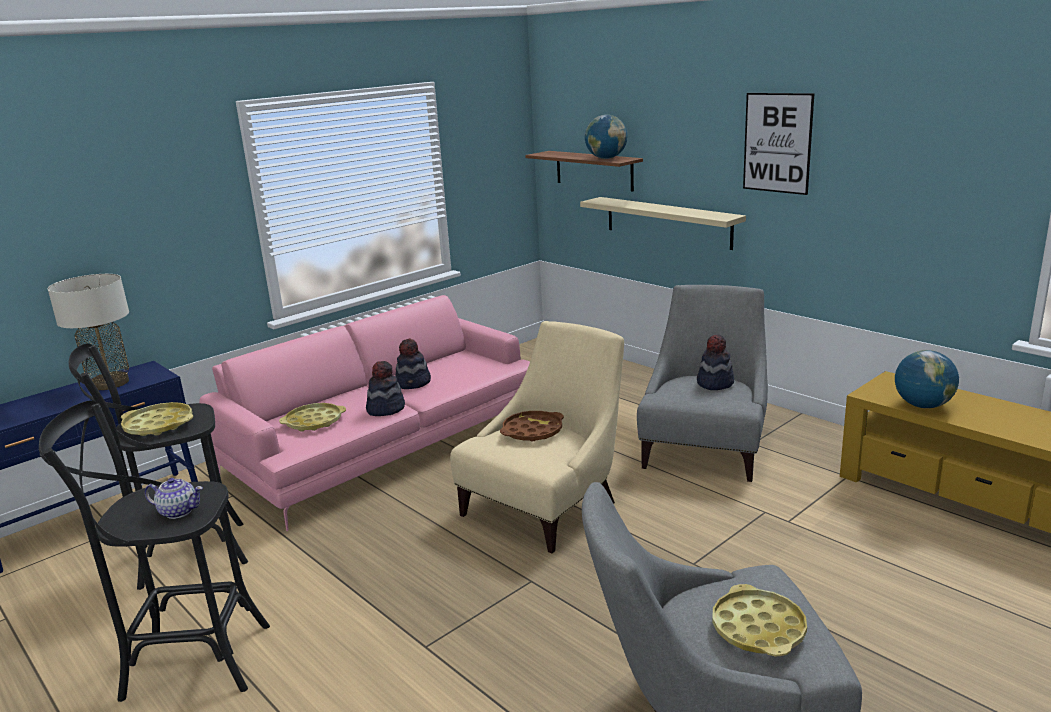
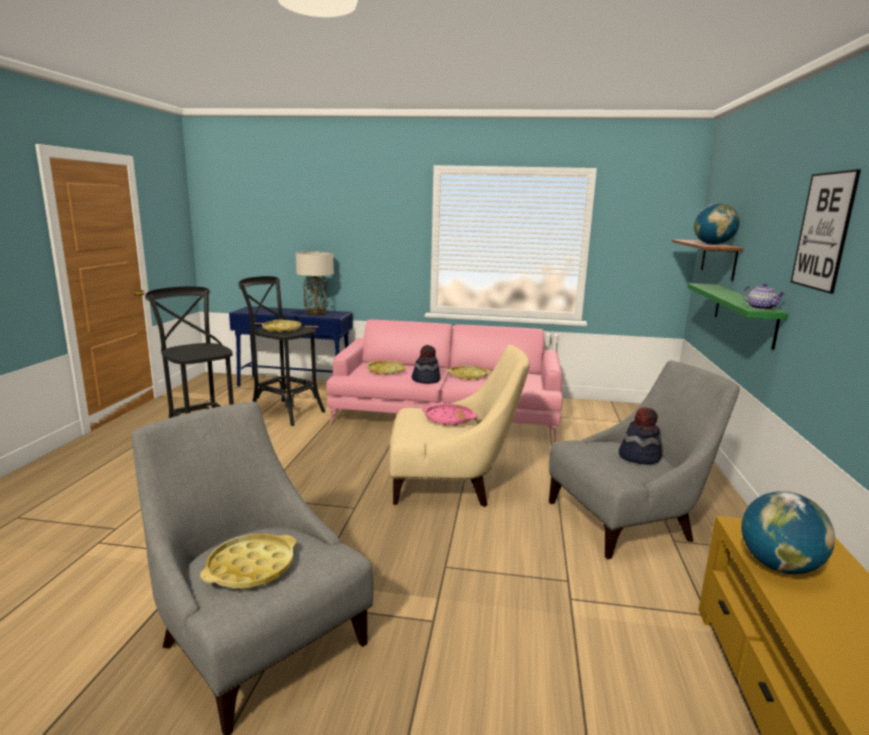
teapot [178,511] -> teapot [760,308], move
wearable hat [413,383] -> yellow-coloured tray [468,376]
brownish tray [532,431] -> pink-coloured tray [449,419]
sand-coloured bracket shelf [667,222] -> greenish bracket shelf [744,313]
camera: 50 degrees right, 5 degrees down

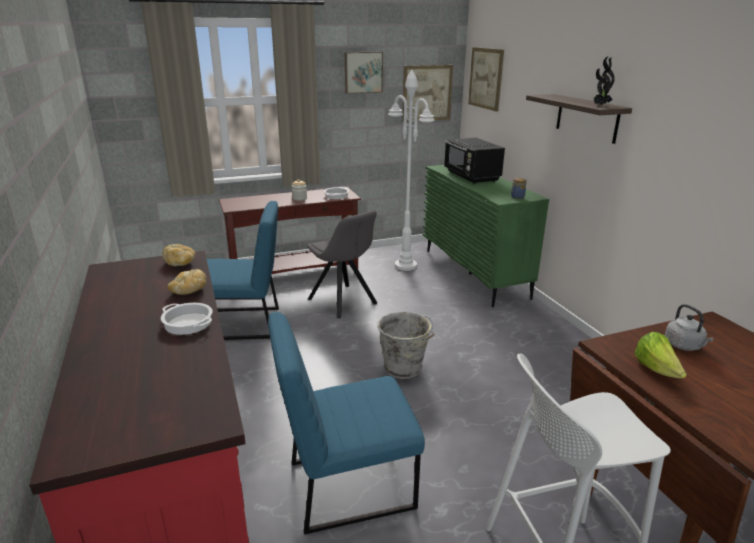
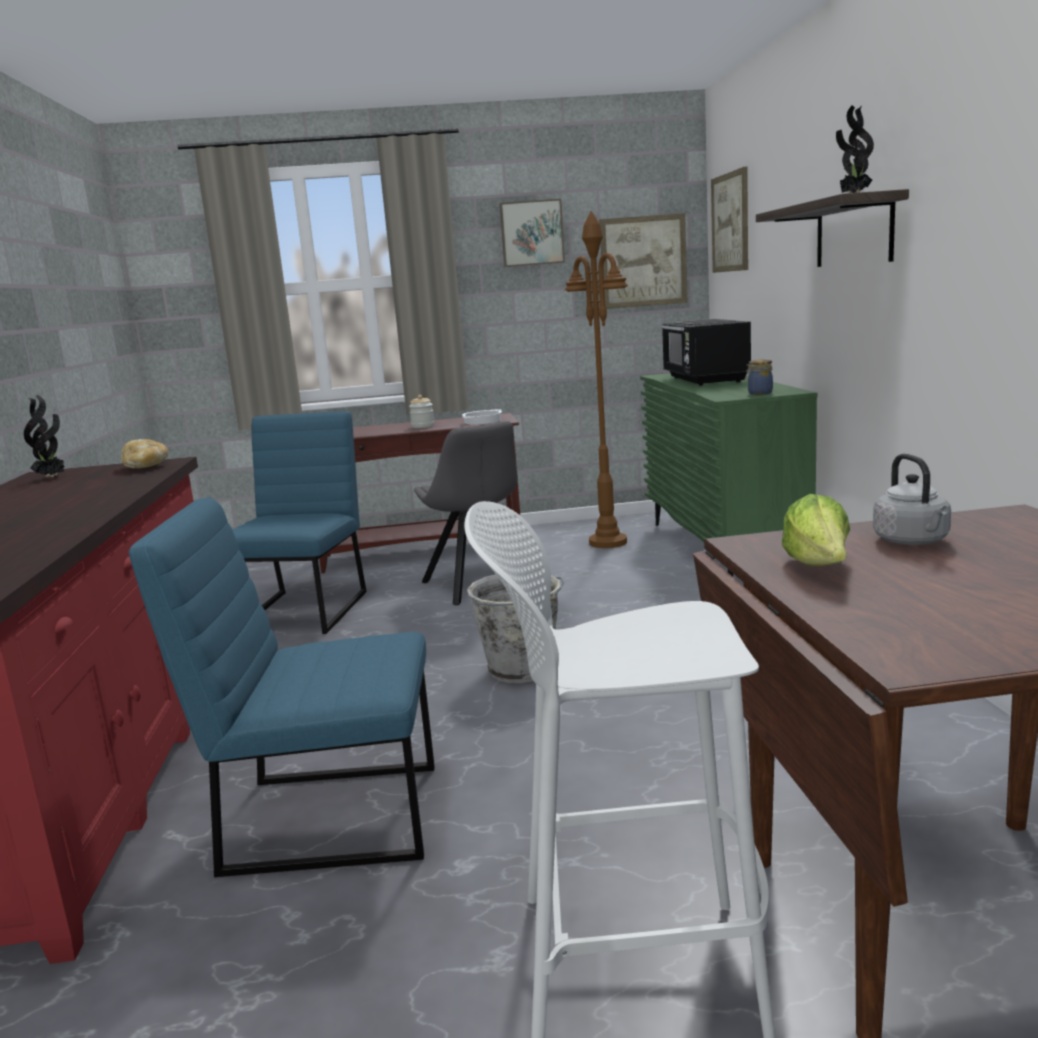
saucepot [189,323] -> none
bread [189,291] -> none
none -> plant in a pot [52,477]
white-coloured standard lamp [406,266] -> brownish standard lamp [608,542]
blue-coloured upright chair [243,324] -> blue-coloured upright chair [305,610], 90 degrees counterclockwise
camera: 15 degrees right, 10 degrees down

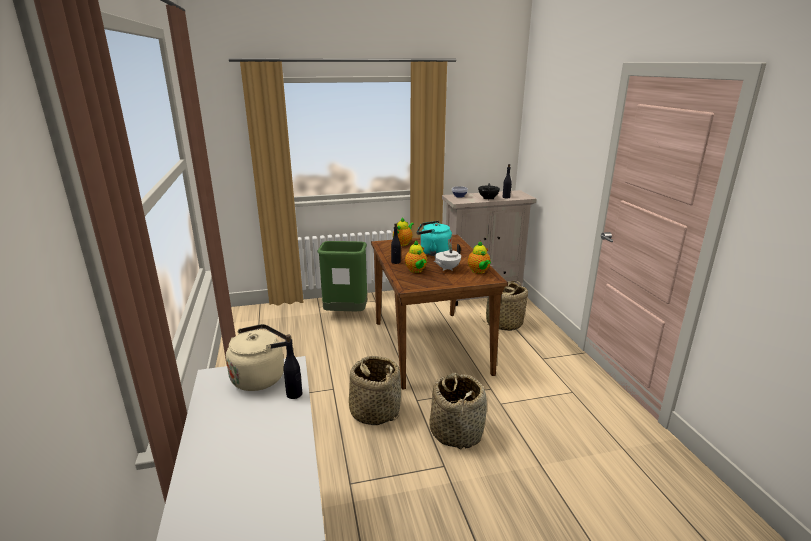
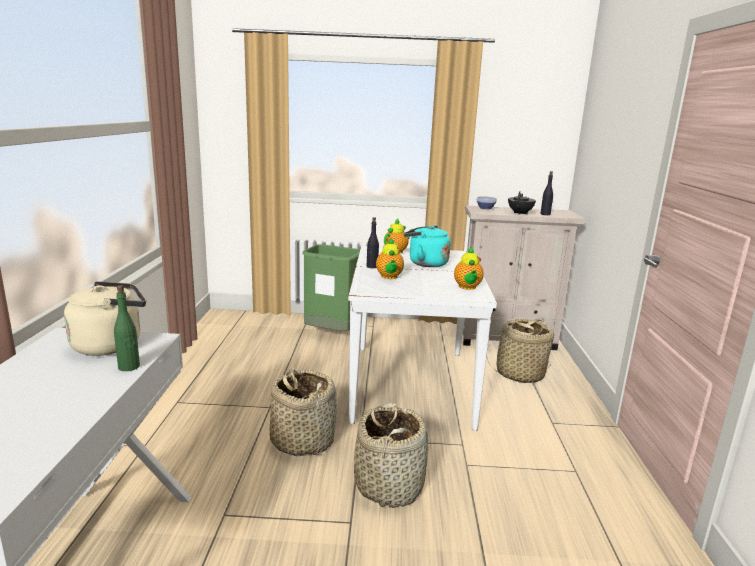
white-coloured teapot [447,268] -> none
black bottle [294,394] -> greenish bottle [129,367]
brownish kitchen table [430,346] -> white-coloured kitchen table [411,383]
camera: 15 degrees right, 5 degrees down

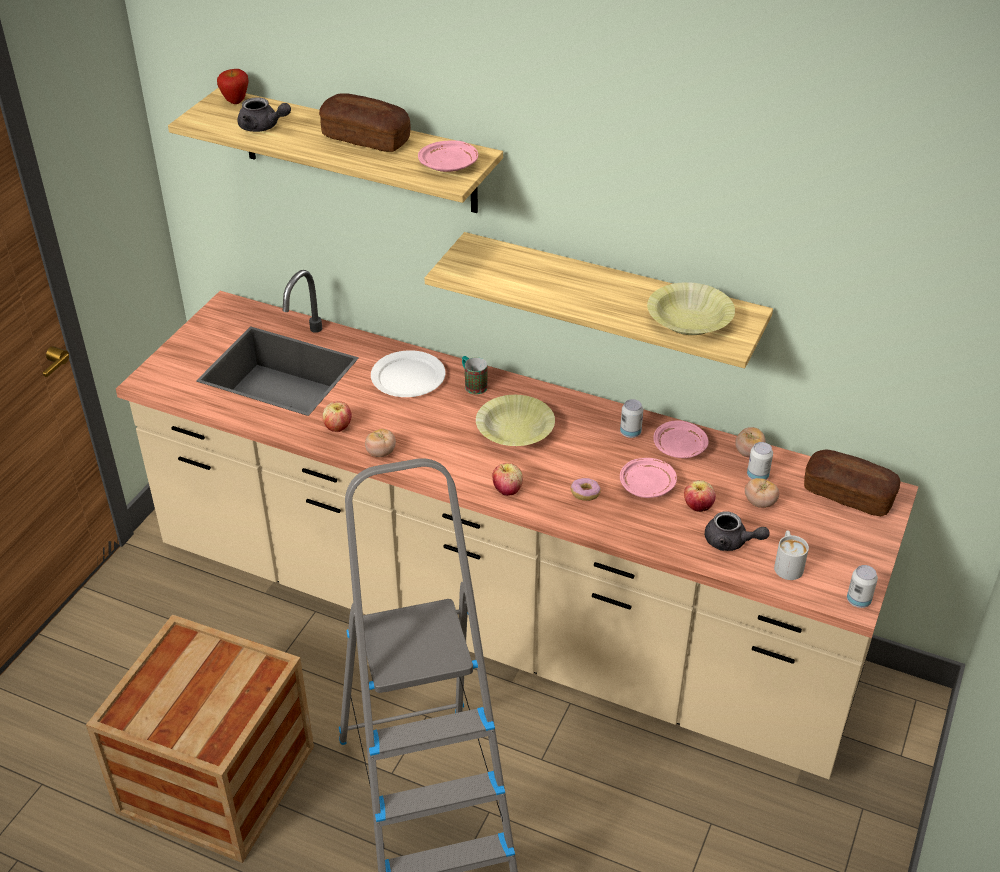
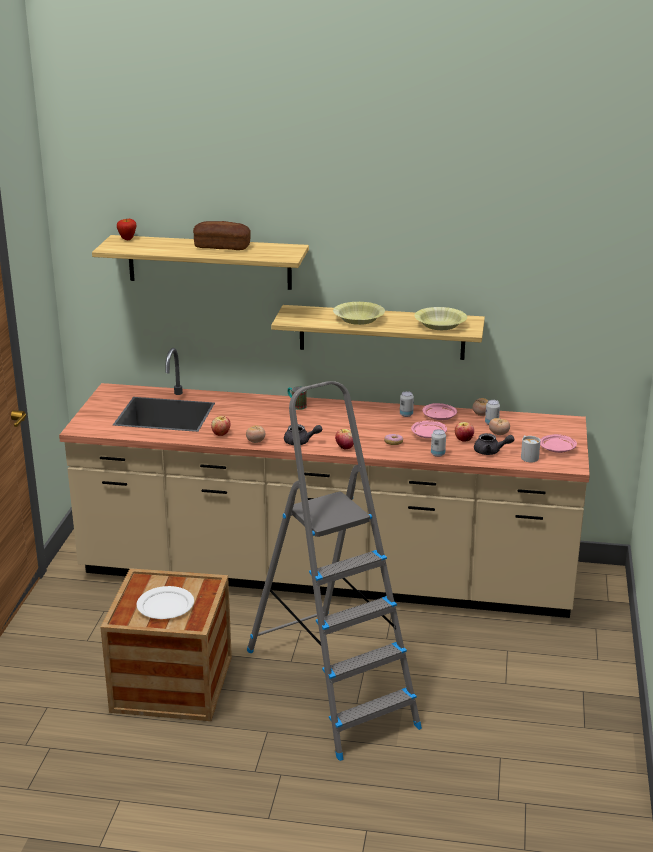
bread [848,495] -> none
gray teapot [263,127] -> gray teapot [300,442], move
white-coloured plate [408,378] -> white-coloured plate [165,606], move
pink-coloured plate [449,165] -> pink-coloured plate [557,449], move
yellow-coloured deep dish [515,431] -> yellow-coloured deep dish [358,320], move
metal can [858,601] -> metal can [437,454], move
camera: 15 degrees left, 15 degrees down

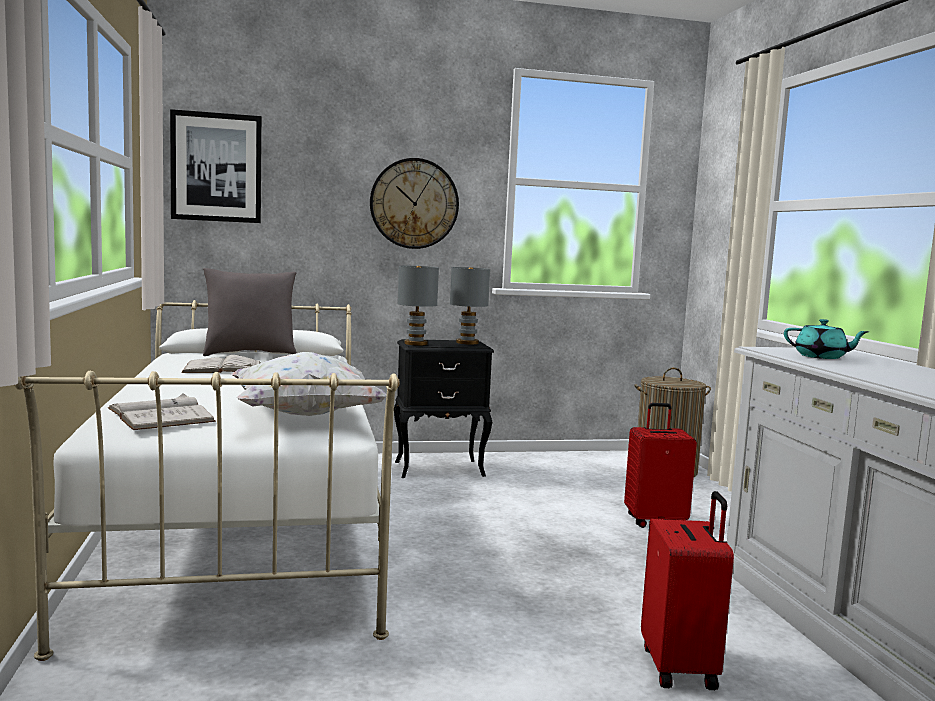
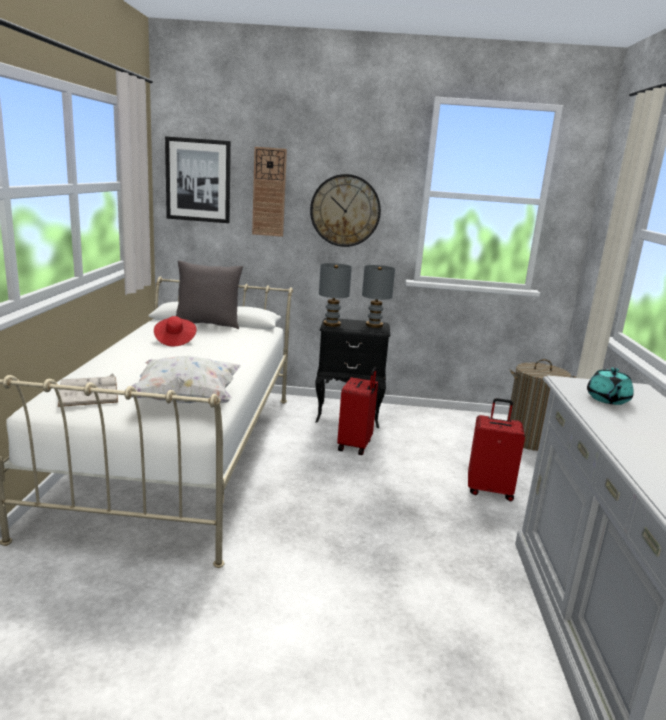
none -> wall clock [269,192]
red suitcase [681,667] -> red suitcase [356,445], move
white-coloured bound book [223,368] -> red wearable hat [174,340]
blue-green teapot [821,357] -> blue-green teapot [607,400], 60 degrees clockwise
camera: 15 degrees right, 10 degrees up

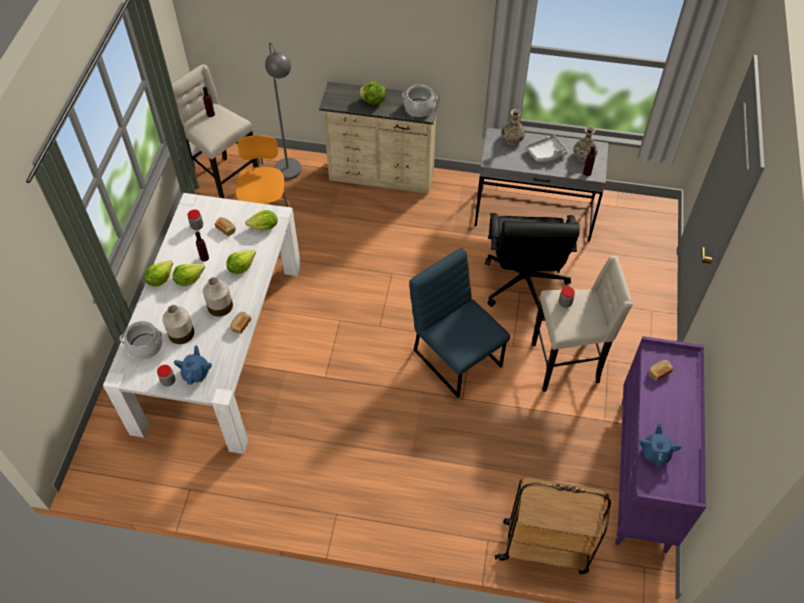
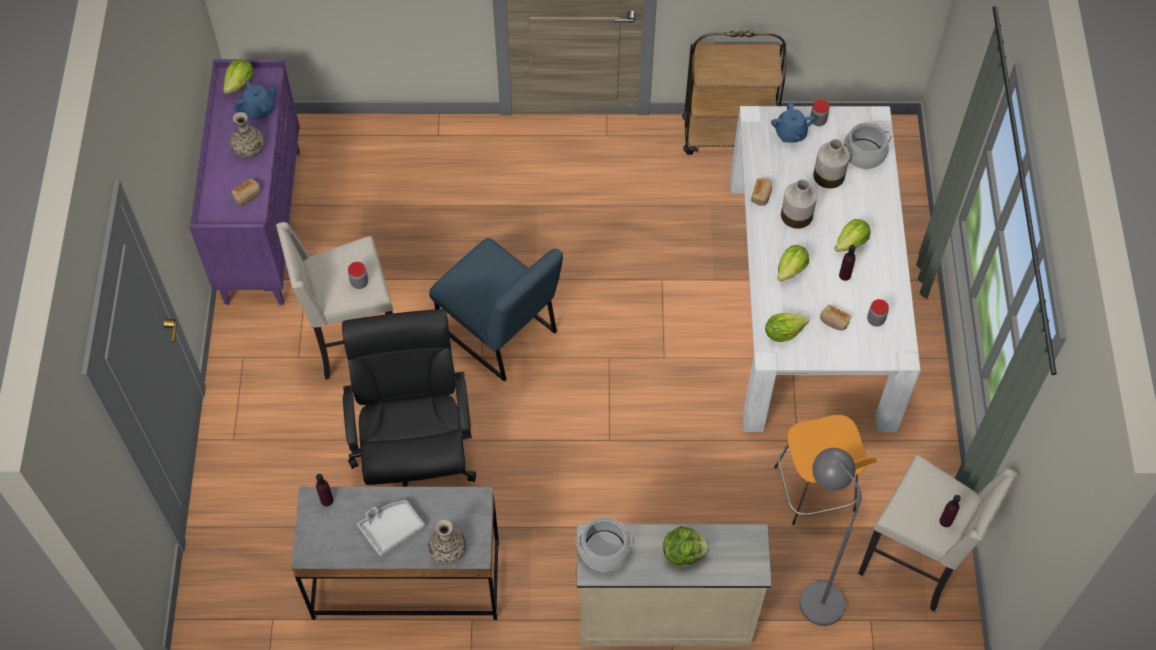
lettuce head [160,279] -> lettuce head [240,84], move
brownish trolley [545,548] -> brownish trolley [728,136], move
flower vase [584,156] -> flower vase [248,148], move
blue-coloured teapot [655,453] -> blue-coloured teapot [259,110], 120 degrees counterclockwise
camera: 170 degrees right, 5 degrees up

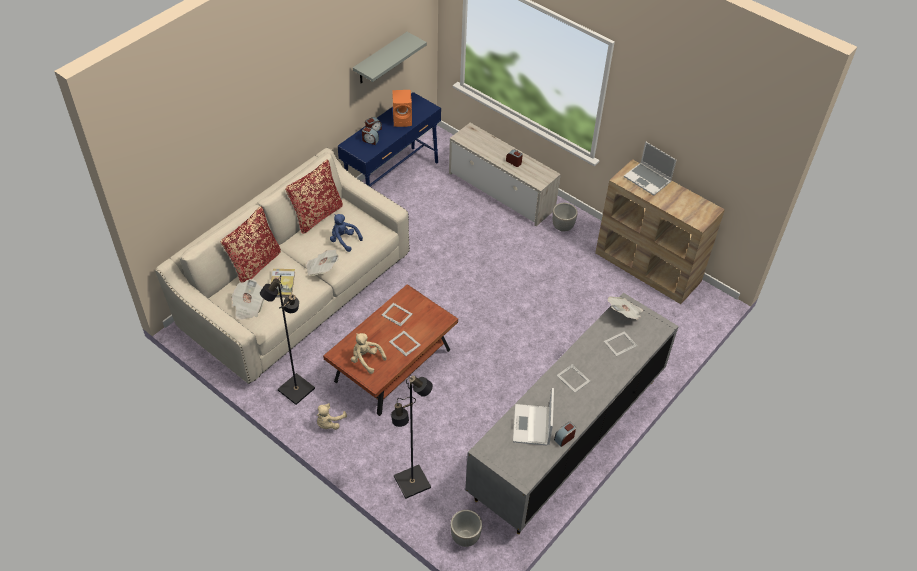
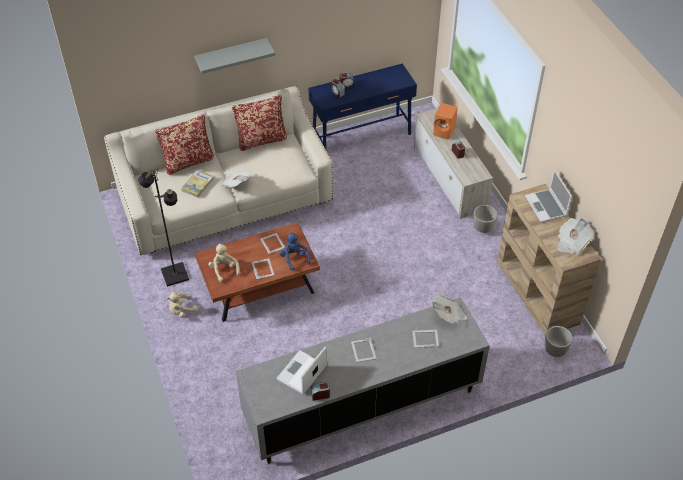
black standard lamp [412,482] -> none
newspaper [248,306] -> newspaper [571,242], move
blue-coloured plush toy [344,240] -> blue-coloured plush toy [294,258], move
gray bracket shelf [380,59] -> gray bracket shelf [231,55], move
orange-coloured speaker [403,120] -> orange-coloured speaker [444,132], move
plant pot [465,537] -> plant pot [554,350], move
camera: 30 degrees right, 0 degrees up

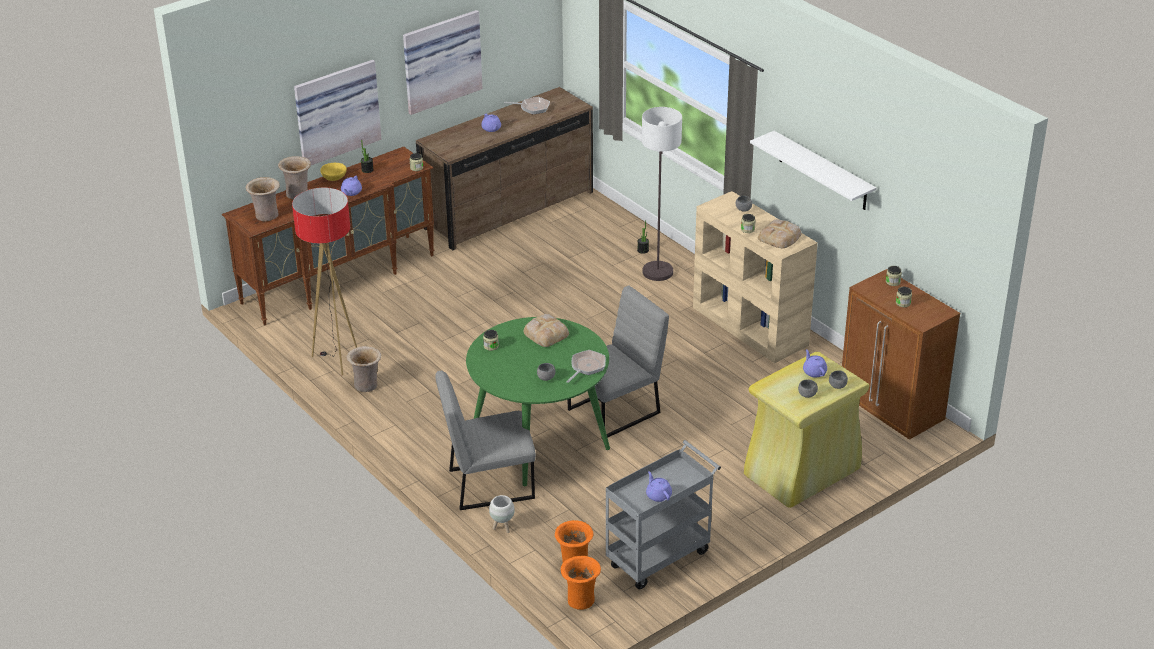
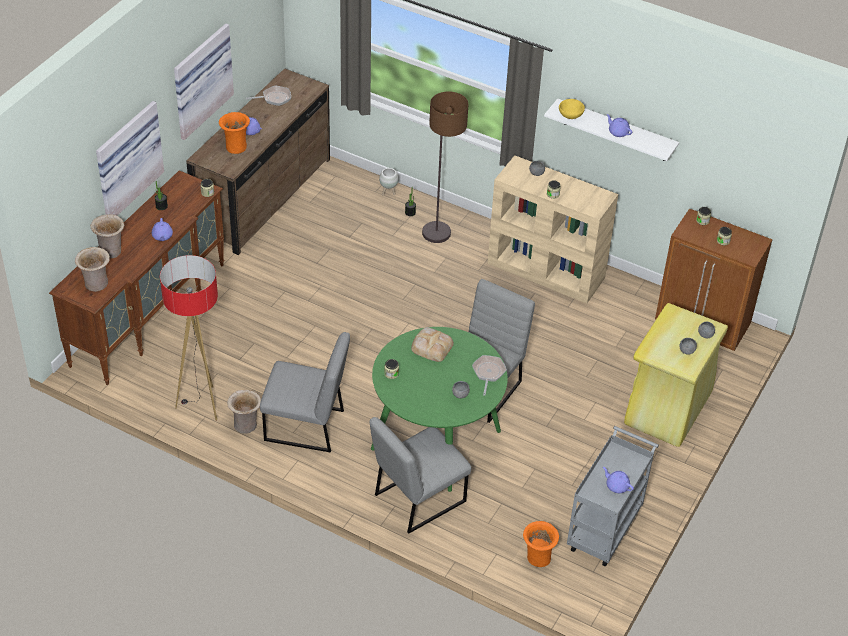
bread [780,237] -> none
none -> gray upright chair [306,426]
yellow-coloured deep dish [334,178] -> yellow-coloured deep dish [570,115], move
white-coloured plant pot [502,528] -> white-coloured plant pot [388,192], move
orange-coloured flower vase [580,600] -> orange-coloured flower vase [235,147], move
purple teapot [814,372] -> purple teapot [618,132], move
white-coloured standard lamp [658,277] -> brownish standard lamp [440,239]
camera: 25 degrees left, 10 degrees up

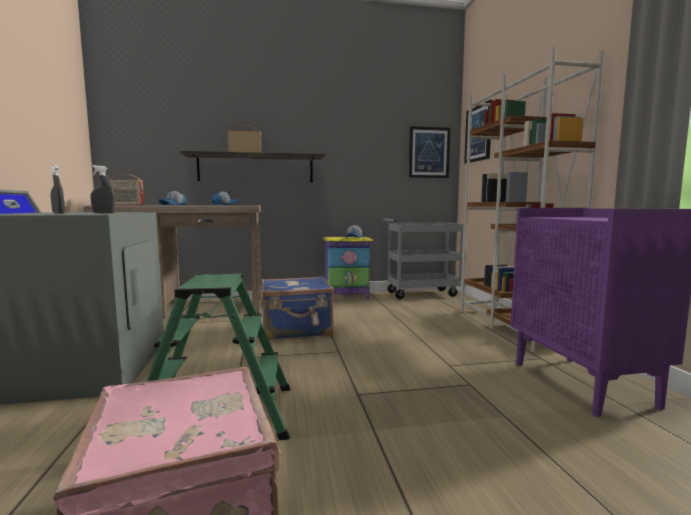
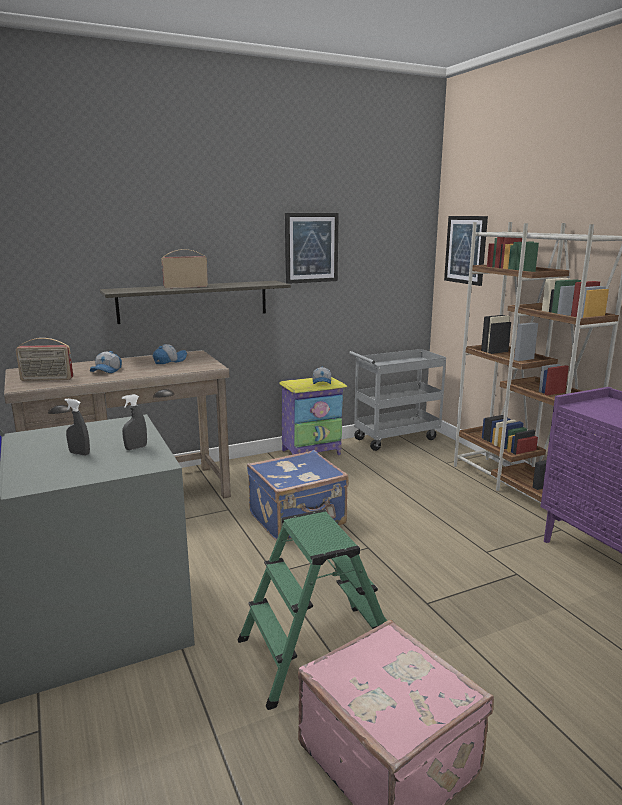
picture [429,152] -> picture [311,248], move
camera: 15 degrees left, 10 degrees up

